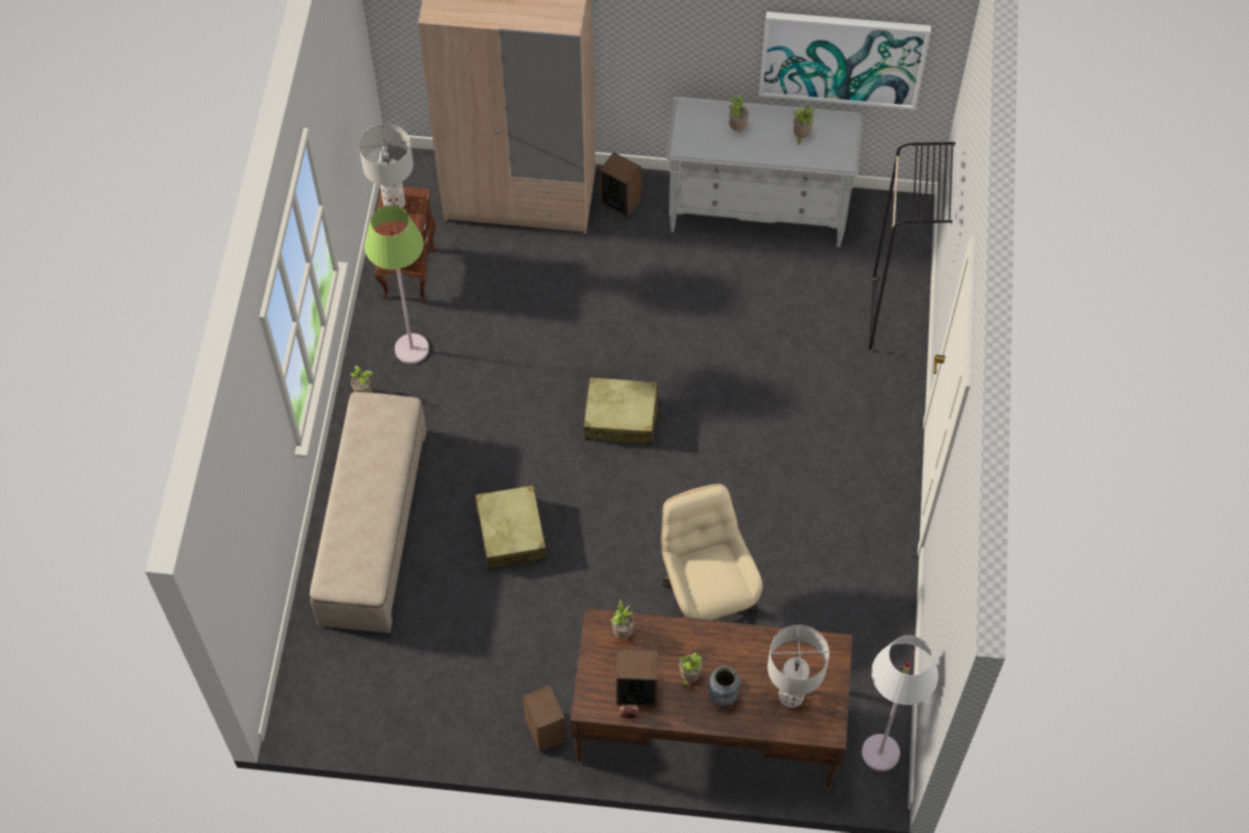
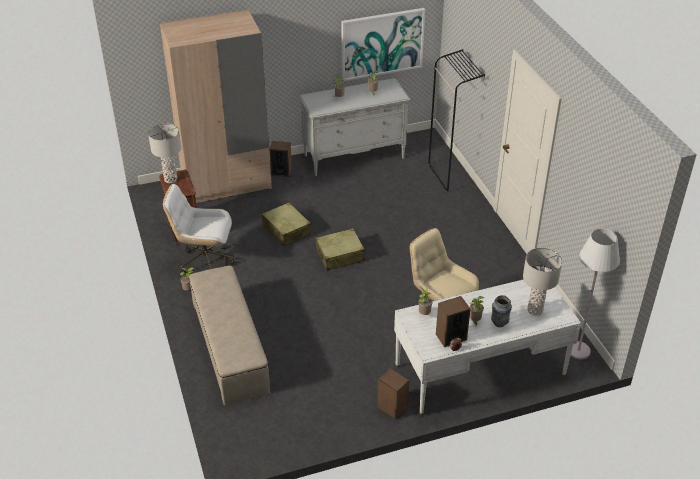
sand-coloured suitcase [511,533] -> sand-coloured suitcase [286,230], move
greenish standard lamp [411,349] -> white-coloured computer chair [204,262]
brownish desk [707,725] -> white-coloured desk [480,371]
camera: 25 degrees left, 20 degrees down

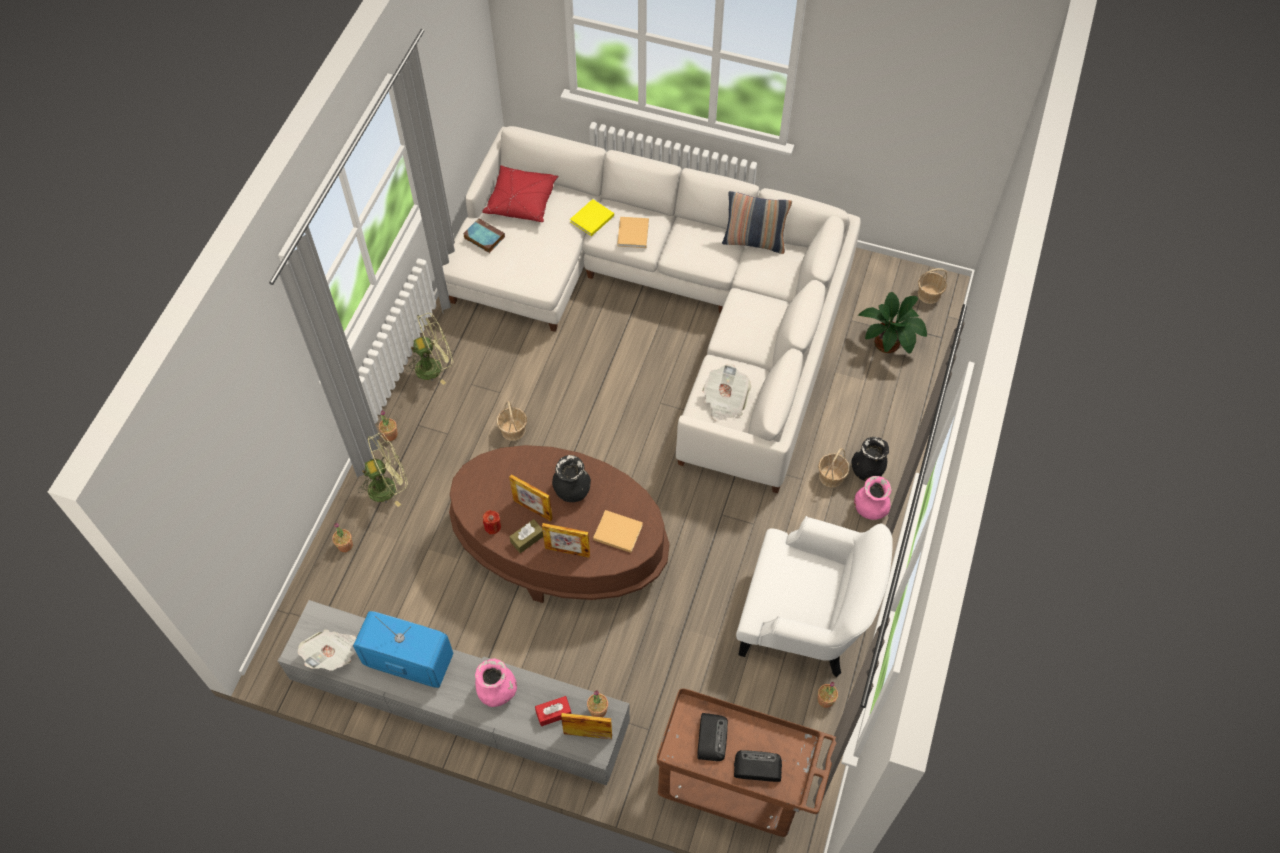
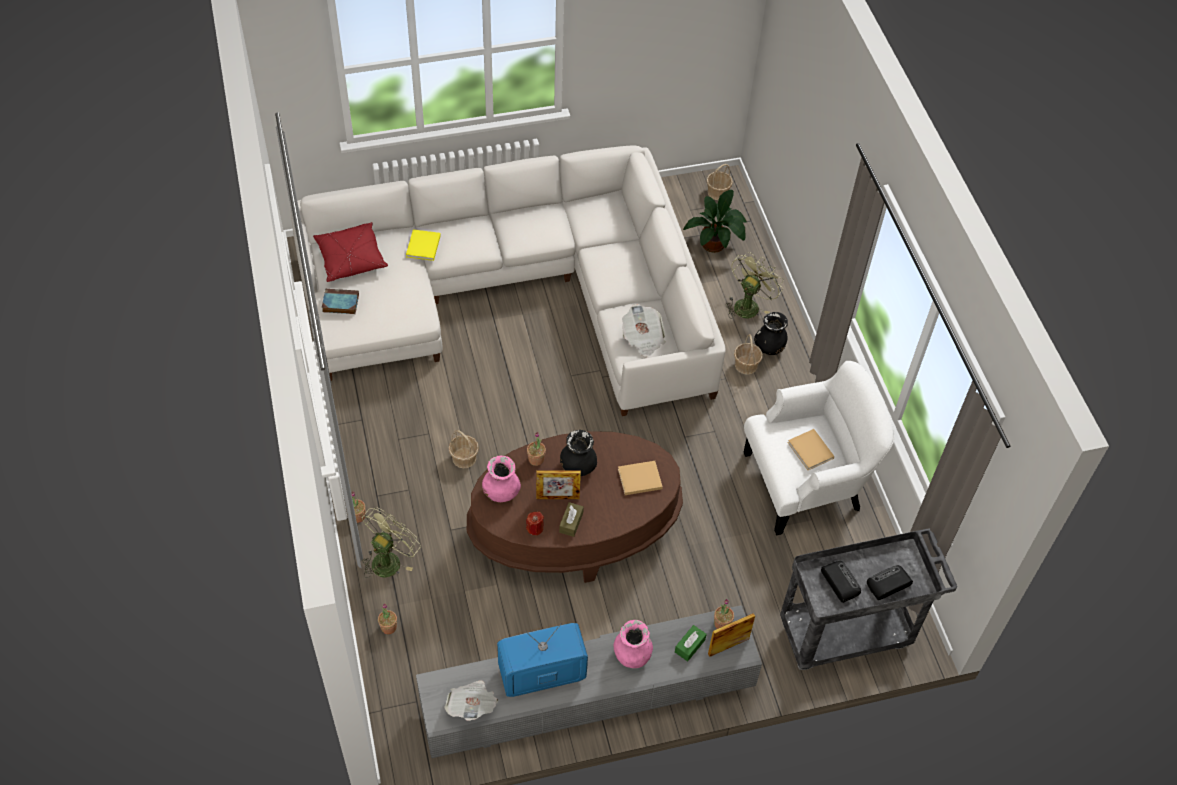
picture frame [567,551] -> none
throw pillow [754,241] -> none
greenish cooling fan [434,366] -> greenish cooling fan [748,304], move
sand-coloured bound book [633,234] -> sand-coloured bound book [811,451], move
plant in a pot [825,700] -> plant in a pot [536,459], move
pink-coloured flower vase [870,508] -> pink-coloured flower vase [501,492], move
red tissue holder [553,713] -> greenish tissue holder [690,646]
brownish trolley [737,791] -> gray trolley [850,635]
camera: 35 degrees left, 5 degrees down

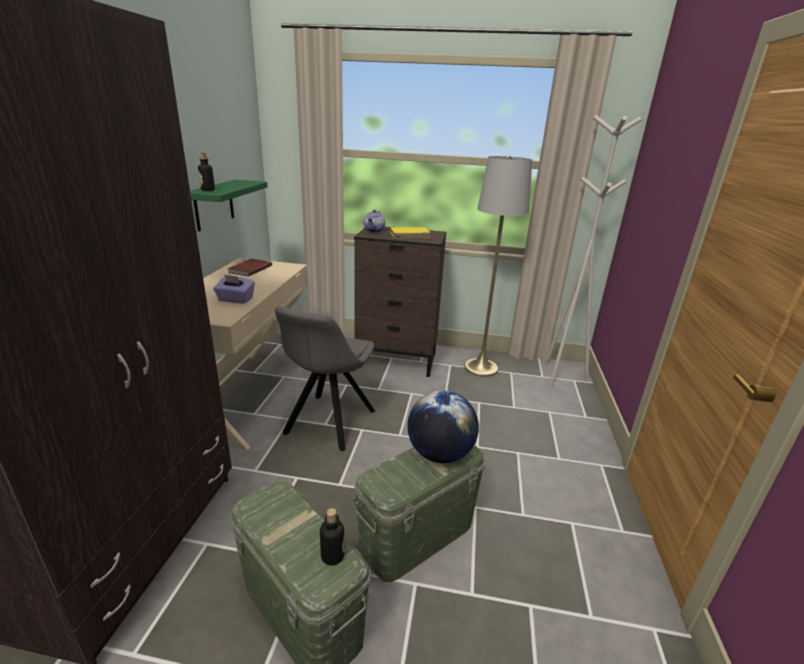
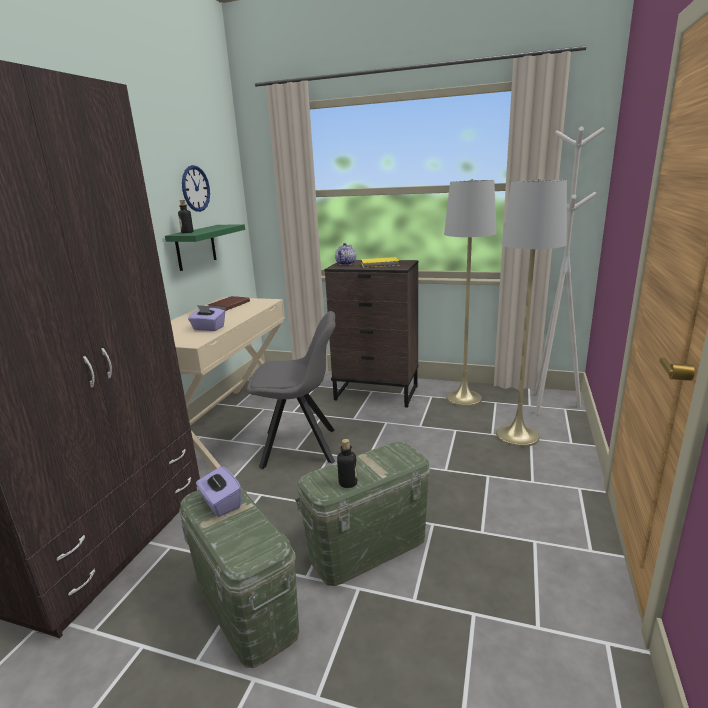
globe [439,454] -> none
none -> wall clock [195,188]
none -> purple tissue holder [221,503]
none -> gray standard lamp [517,435]
bottle [332,556] -> bottle [348,483], move
gray upright chair [329,422] -> gray upright chair [300,447], 120 degrees counterclockwise
camera: 10 degrees right, 5 degrees down

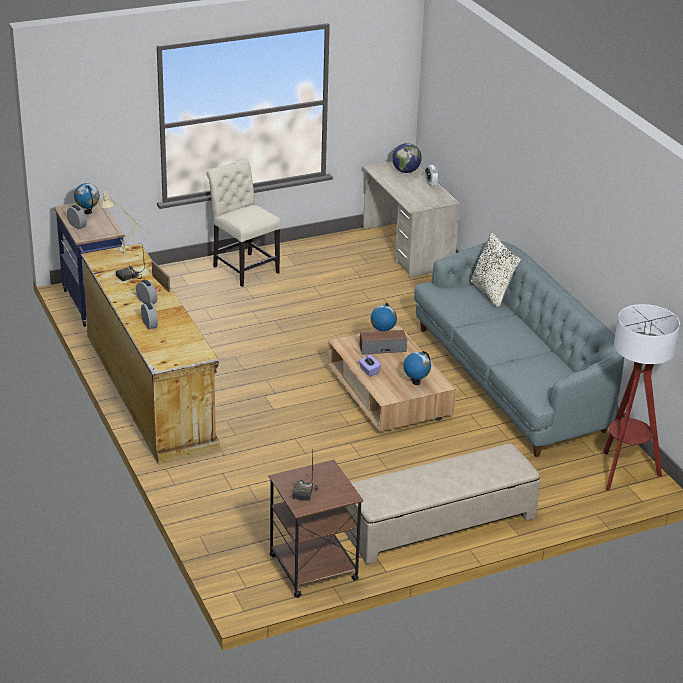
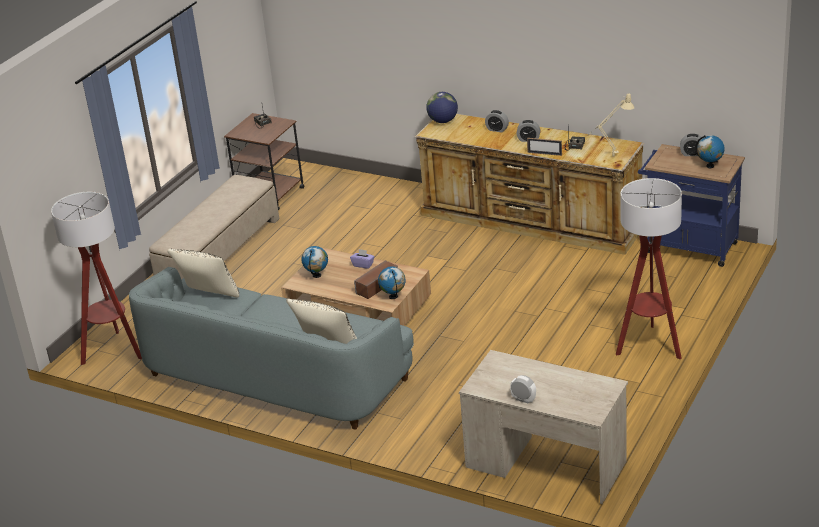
none -> sand-coloured throw pillow [209,297]
globe [406,171] -> globe [443,121], move
sand-coloured upright chair [243,268] -> standard lamp [649,346]
camera: 145 degrees right, 0 degrees up

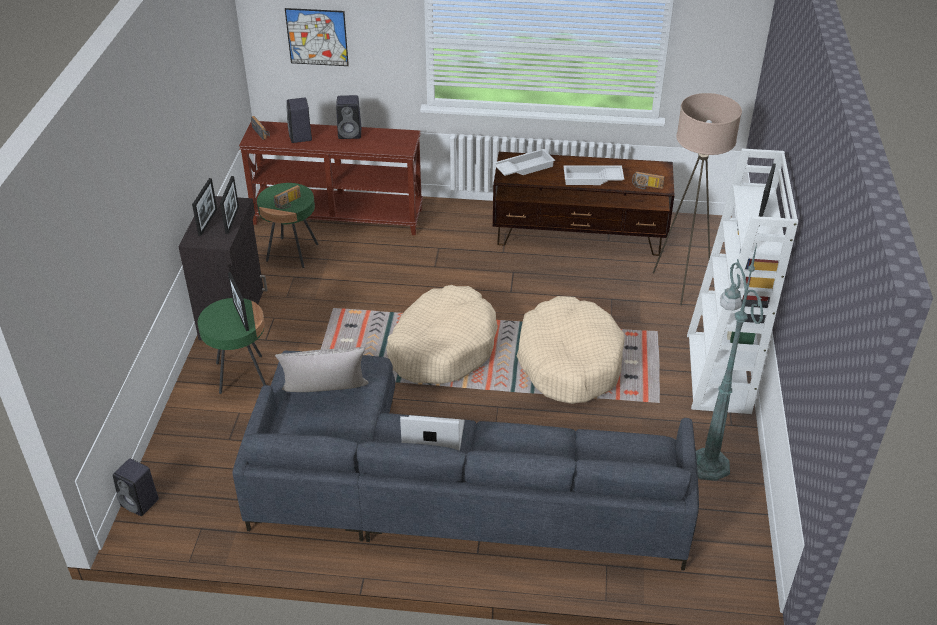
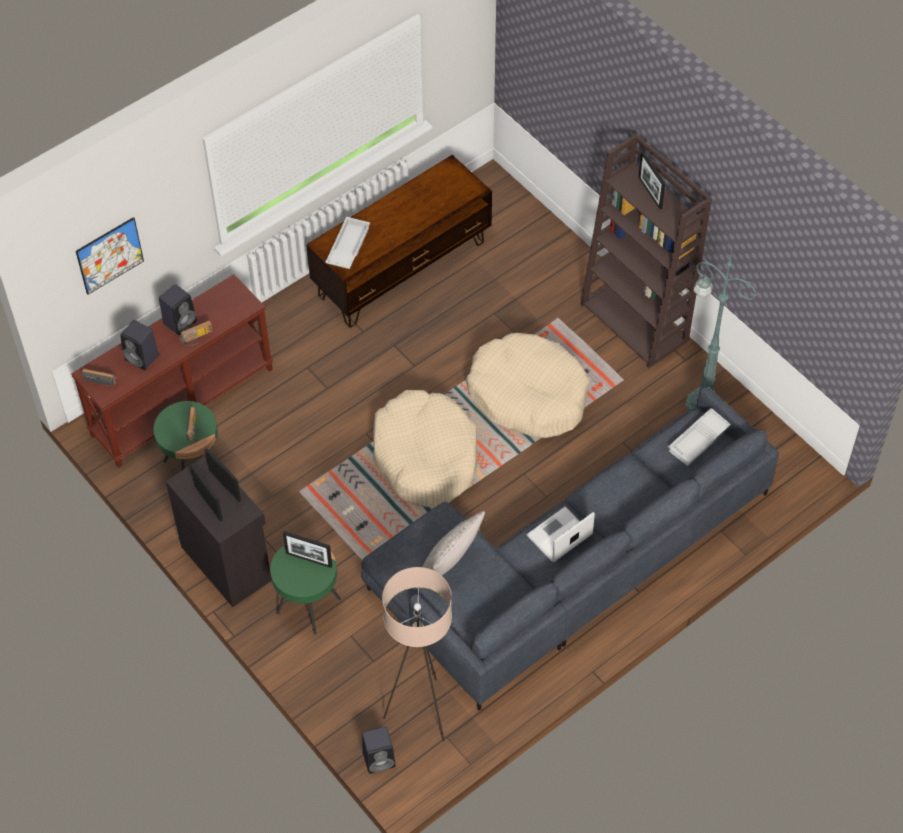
white-coloured tray [592,179] -> white-coloured tray [699,441], move
radio set [646,187] -> radio set [197,338], move
sand-coloured standard lamp [681,284] -> sand-coloured standard lamp [421,712], move
white-coloured bookcase [719,374] -> brownish bookcase [635,322]
camera: 45 degrees left, 15 degrees up

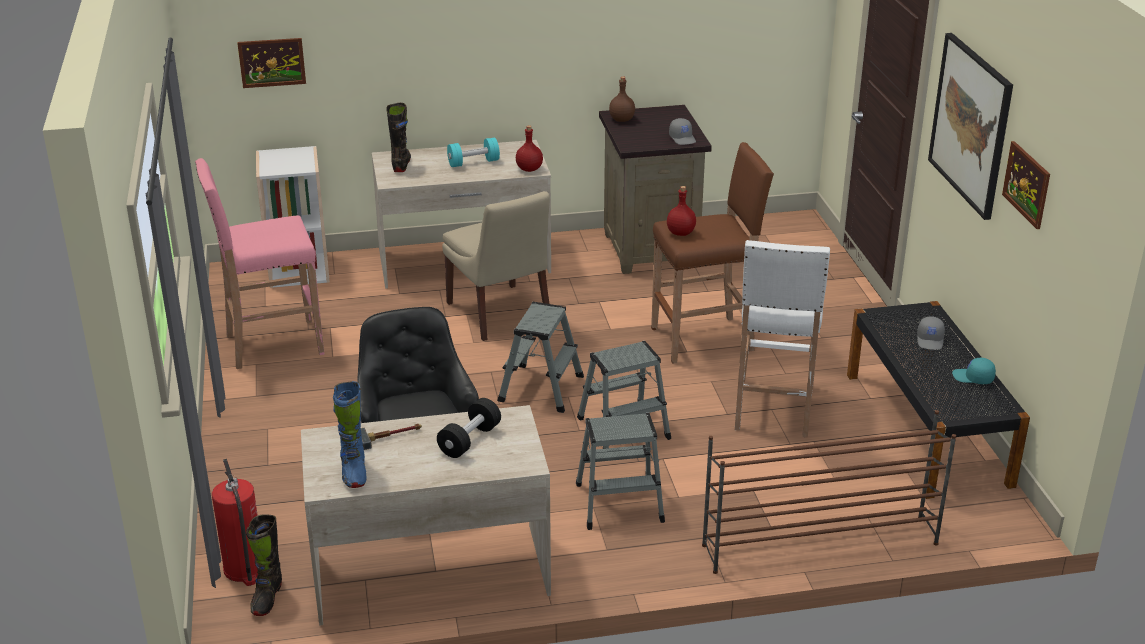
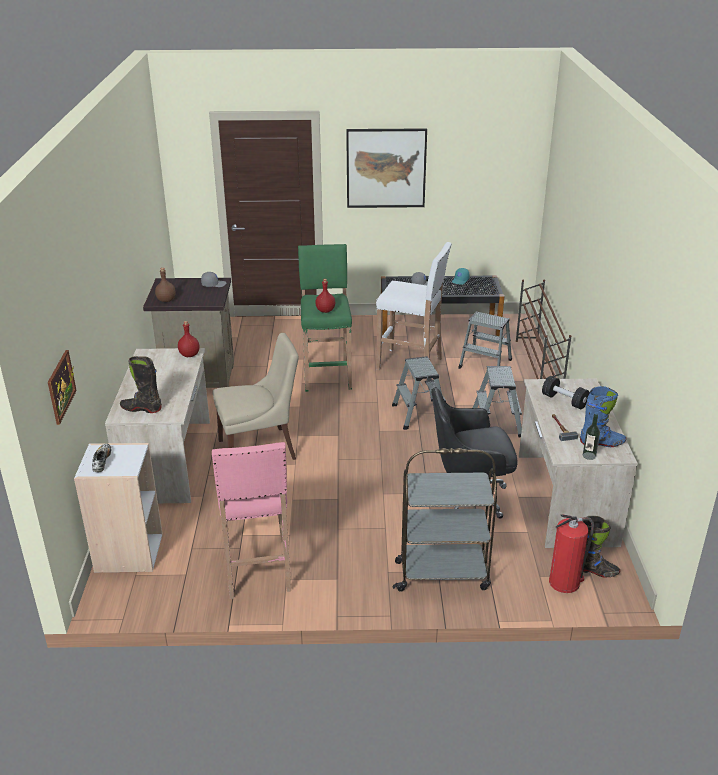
blue-green hand weight [473,163] -> none
picture [1026,184] -> none
none -> shoe [102,462]
none -> gray trolley [442,576]
none -> bottle [589,456]
gray step stool [541,388] -> gray step stool [485,363], move
brownish stool [704,339] -> greenish stool [327,375]
camera: 80 degrees left, 0 degrees up

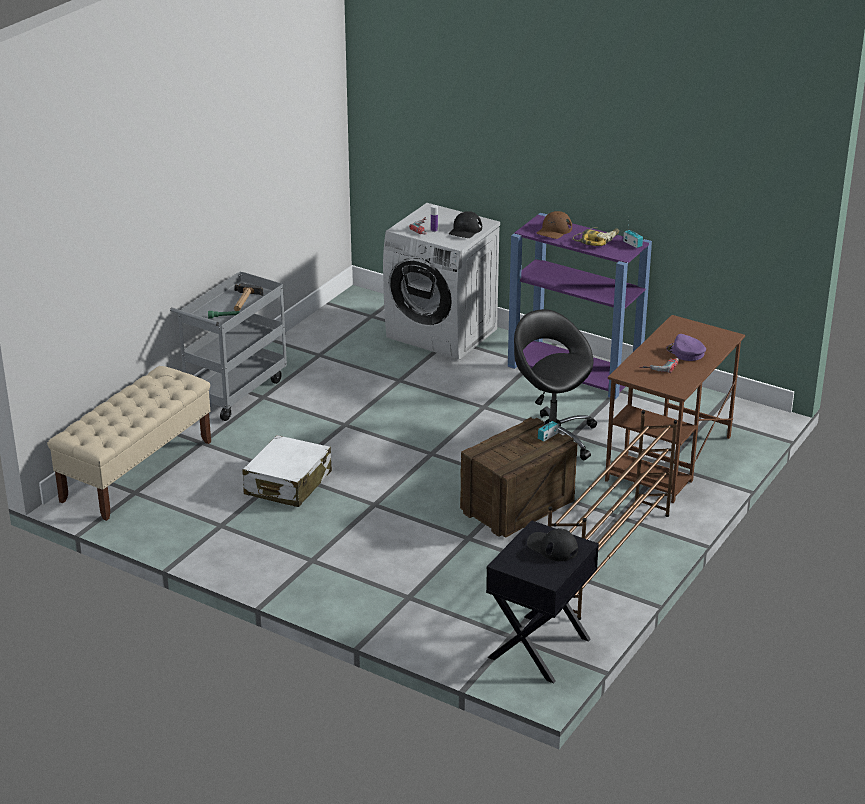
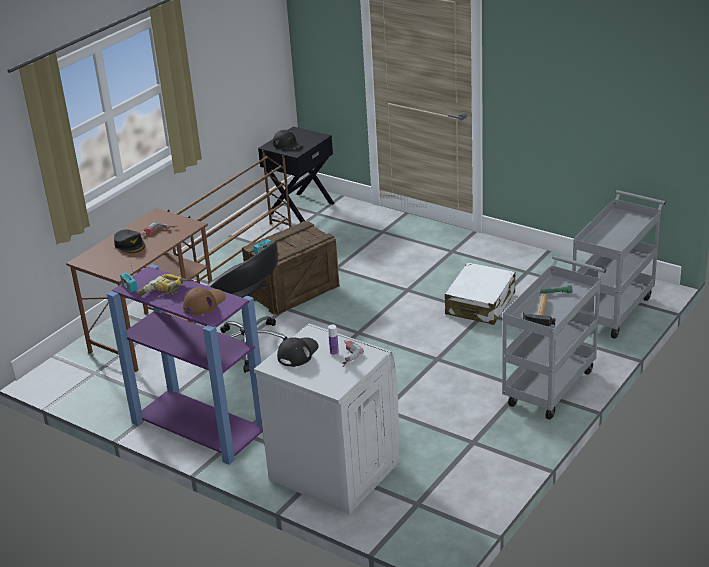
sand-coloured indoor bench [137,470] -> gray trolley [614,312]
purple cap [685,352] -> black cap [130,244]
camera: 175 degrees left, 0 degrees up

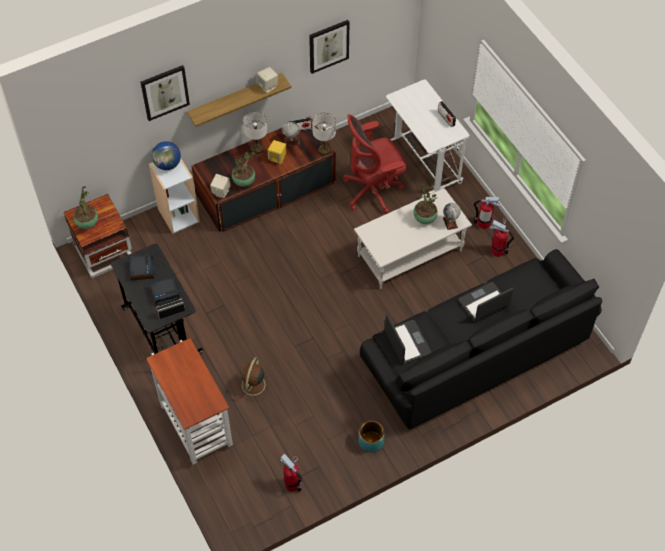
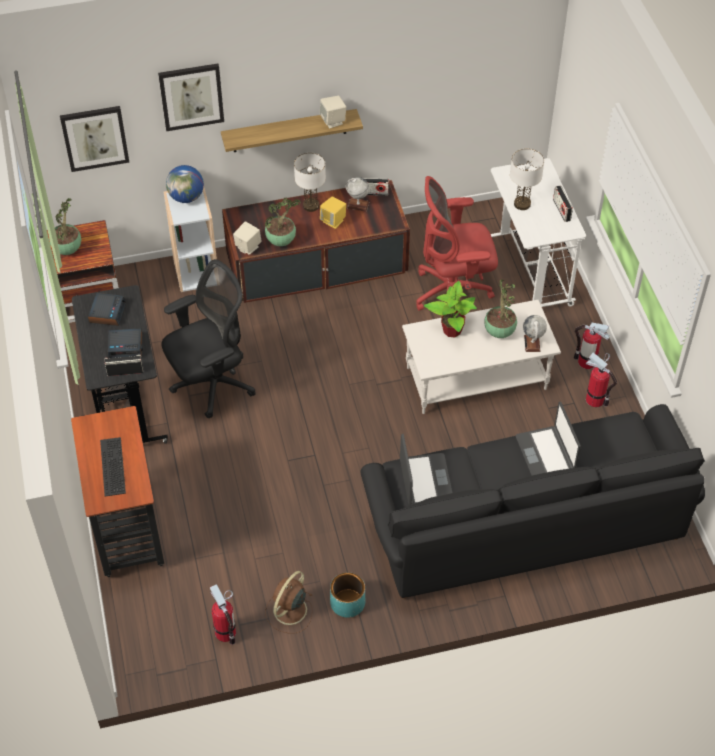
none -> PC keyboard [111,466]
none -> black computer chair [210,387]
none -> plant in a pot [452,330]
brownish cooling fan [253,386] -> brownish cooling fan [289,611], move
picture [328,46] -> picture [95,138], move
table lamp [324,150] -> table lamp [522,204], move
white-coloured trolley [195,425] -> black trolley [127,529]
laptop [484,303] -> laptop [546,454], 90 degrees counterclockwise
camera: 15 degrees right, 5 degrees down

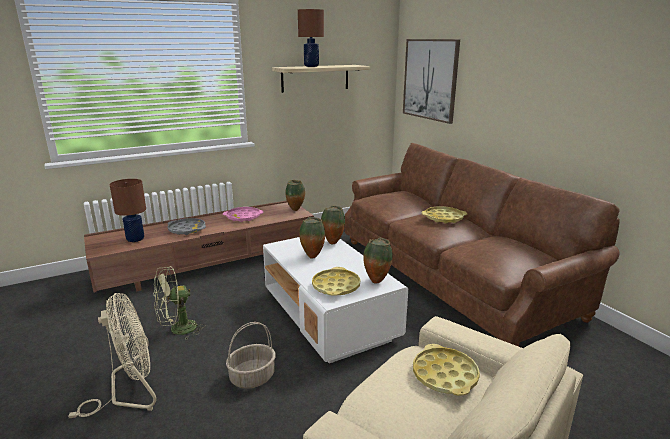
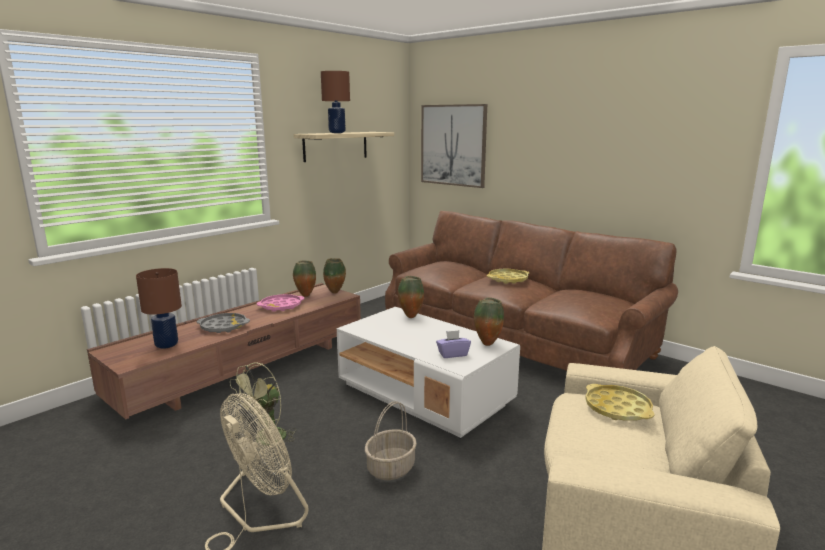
flower vase [312,256] -> flower vase [305,295], move
yellow-coloured tray [336,286] -> purple tissue holder [452,354]
camera: 20 degrees left, 5 degrees down

